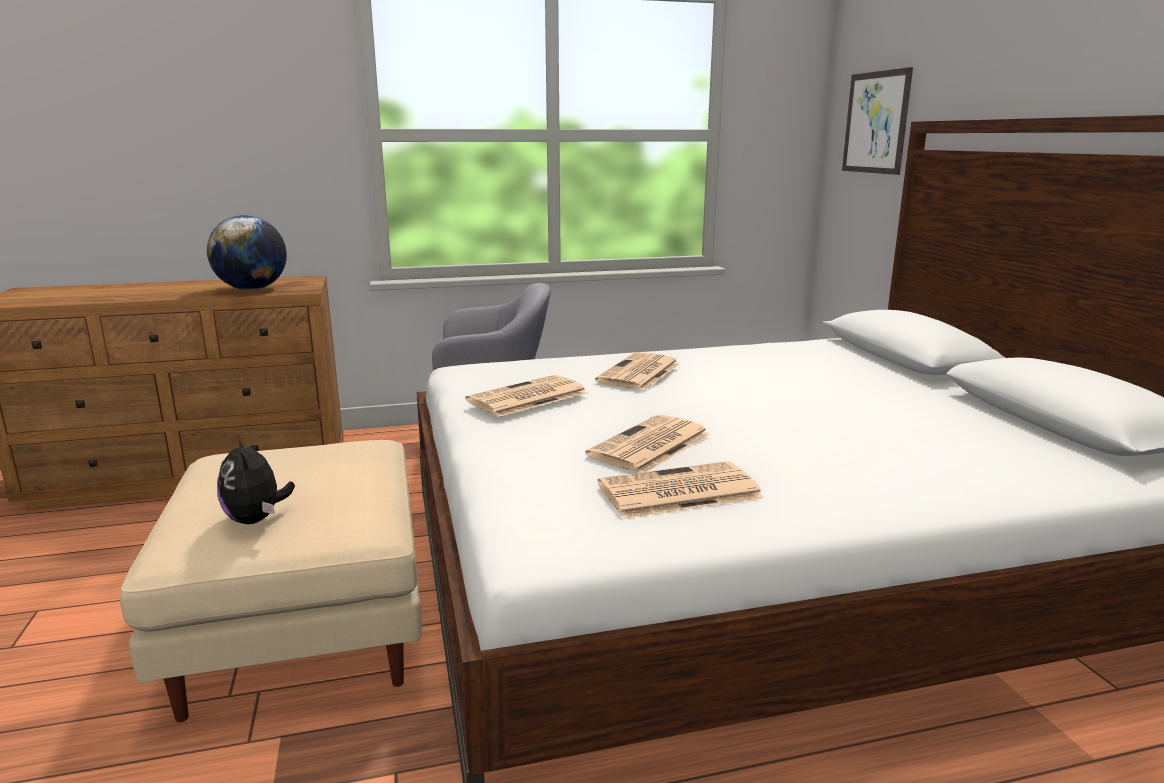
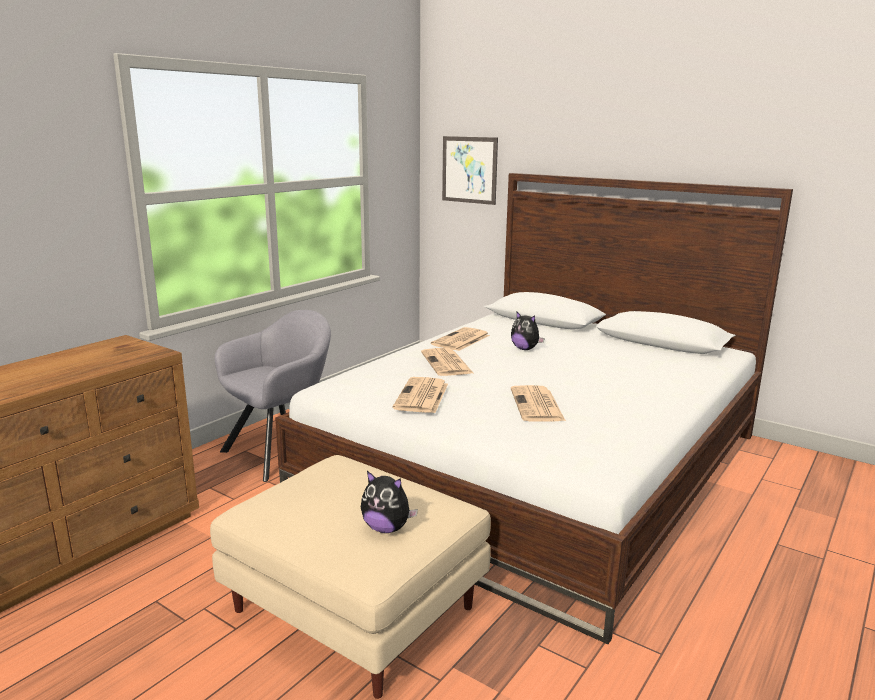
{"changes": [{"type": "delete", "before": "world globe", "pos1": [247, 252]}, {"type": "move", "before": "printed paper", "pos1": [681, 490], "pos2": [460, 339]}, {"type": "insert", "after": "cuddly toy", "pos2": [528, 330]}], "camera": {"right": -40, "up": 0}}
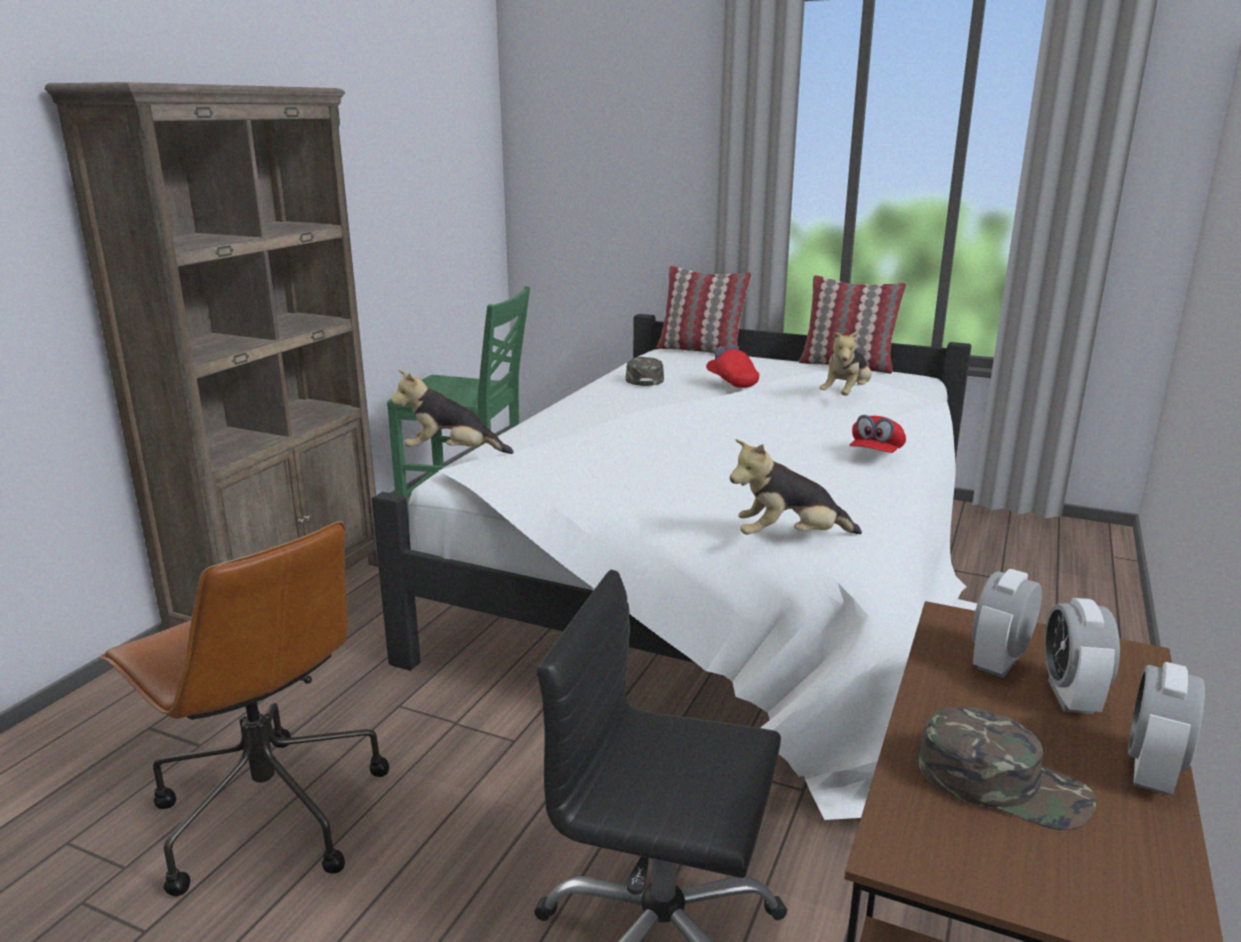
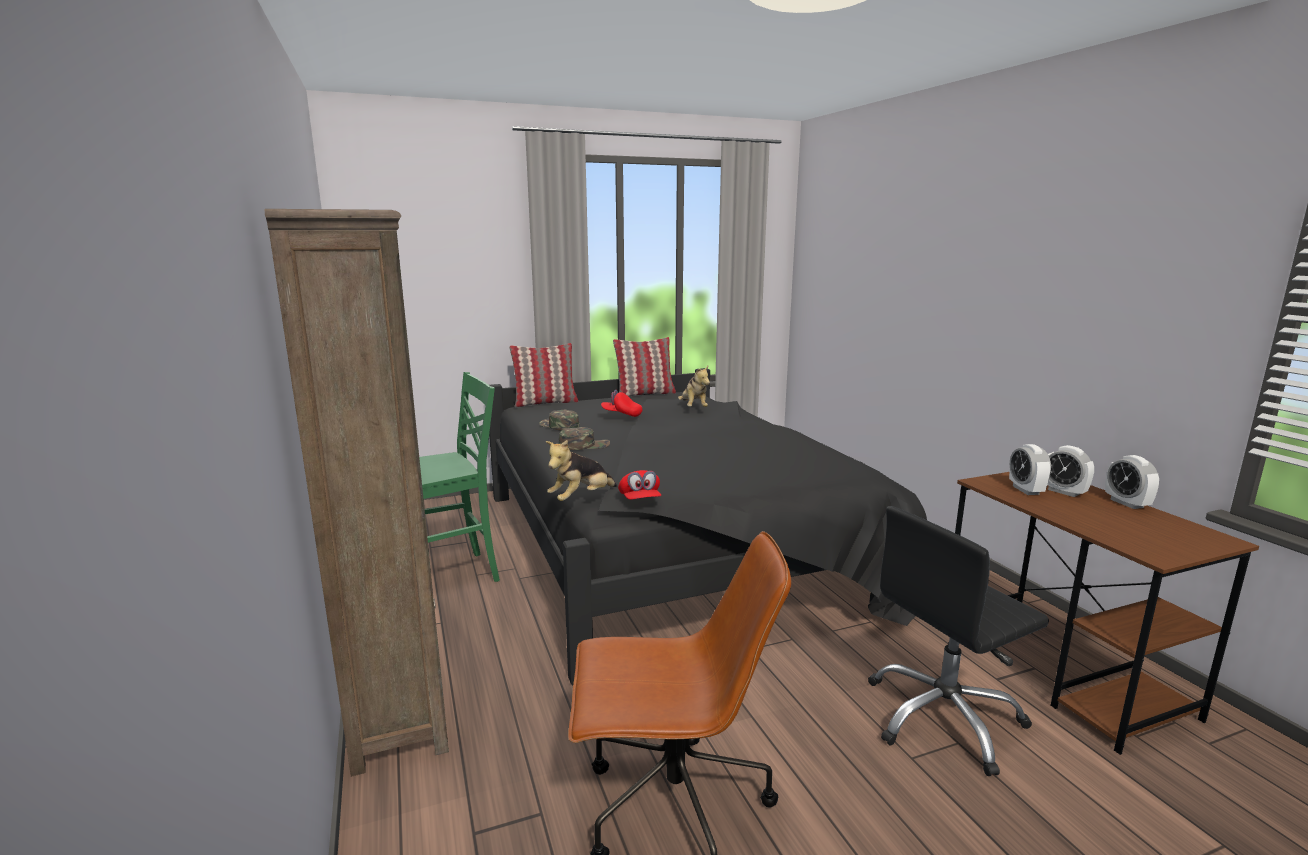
{"changes": [{"type": "recolor", "before": "bedroom bed in whitish", "after": "bedroom bed in blackish", "pos1": [674, 567], "pos2": [708, 526]}, {"type": "delete", "before": "cuddly toy", "pos1": [796, 487]}, {"type": "move", "before": "baseball cap in reddish", "pos1": [878, 434], "pos2": [639, 485]}, {"type": "move", "before": "baseball cap in greenish", "pos1": [1007, 768], "pos2": [584, 438]}], "camera": {"right": -45, "up": -5}}
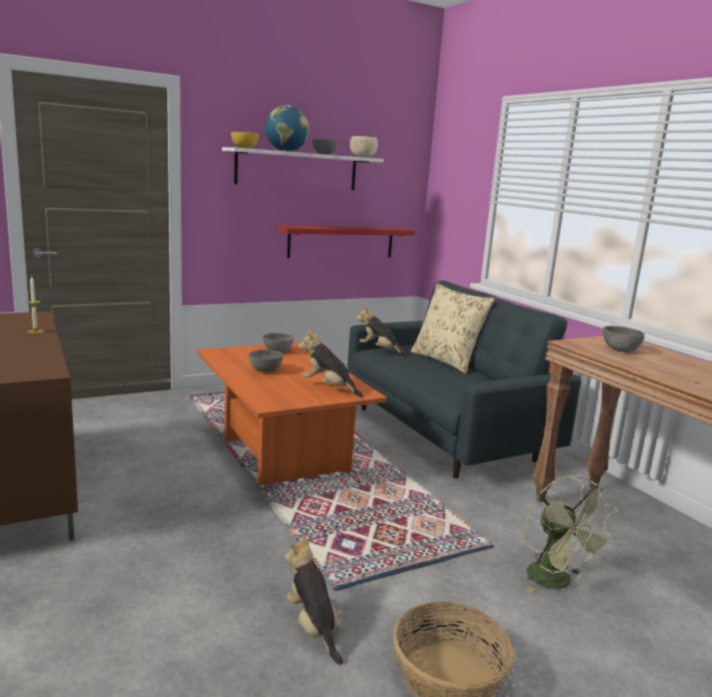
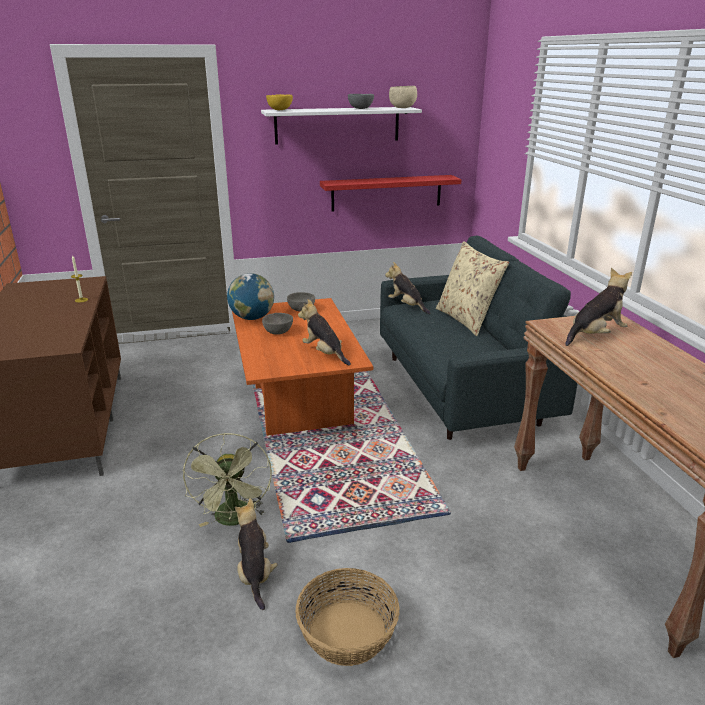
{"changes": [{"type": "move", "before": "world globe", "pos1": [287, 128], "pos2": [250, 296]}, {"type": "move", "before": "cooling fan in greenish", "pos1": [571, 534], "pos2": [227, 480]}, {"type": "replace", "before": "deep dish in gray", "after": "cuddly toy", "pos1": [624, 339], "pos2": [598, 307]}], "camera": {"right": 15, "up": 10}}
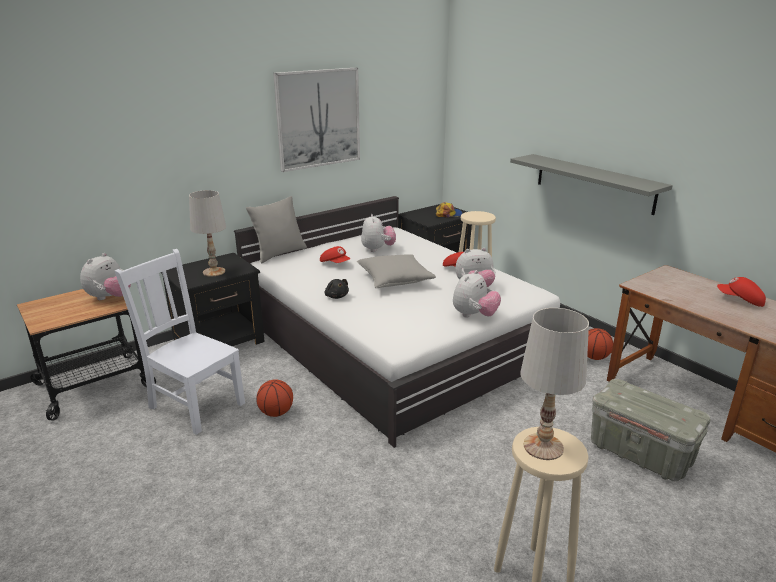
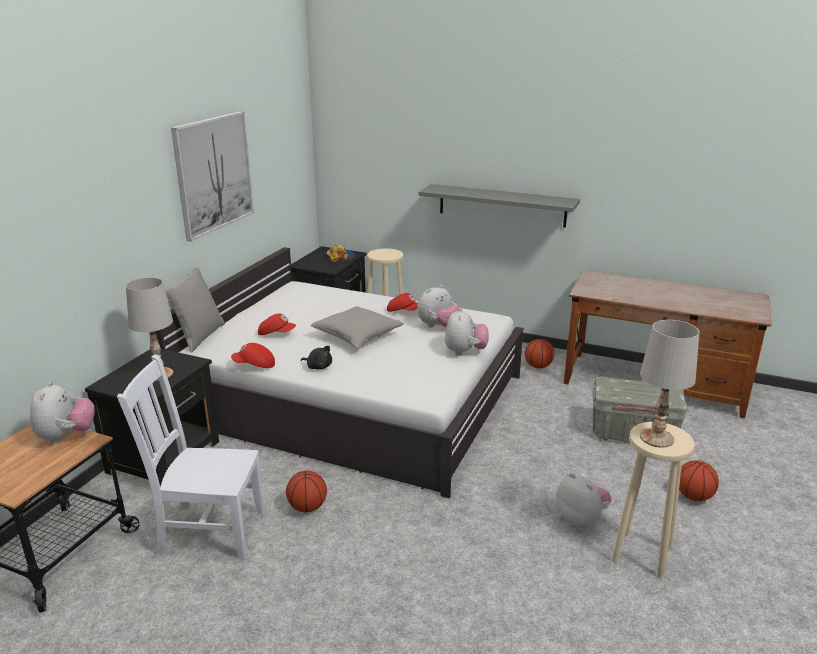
{"changes": [{"type": "move", "before": "cuddly toy", "pos1": [378, 233], "pos2": [583, 500]}, {"type": "move", "before": "baseball cap in reddish", "pos1": [741, 292], "pos2": [253, 355]}, {"type": "insert", "after": "ball for basketball", "pos2": [699, 480]}], "camera": {"right": -30, "up": 0}}
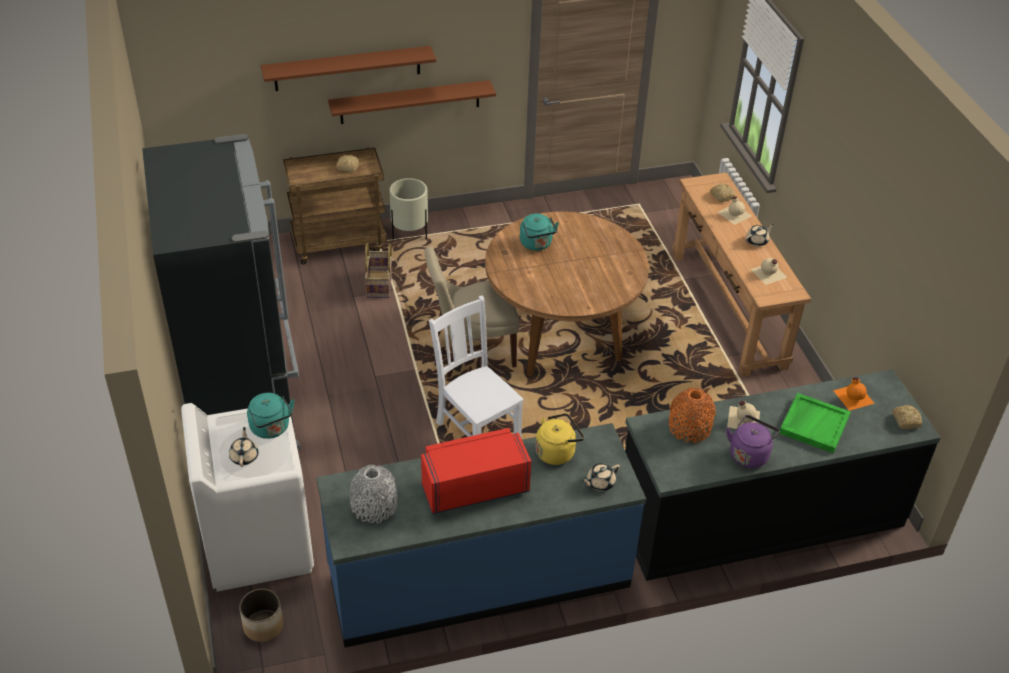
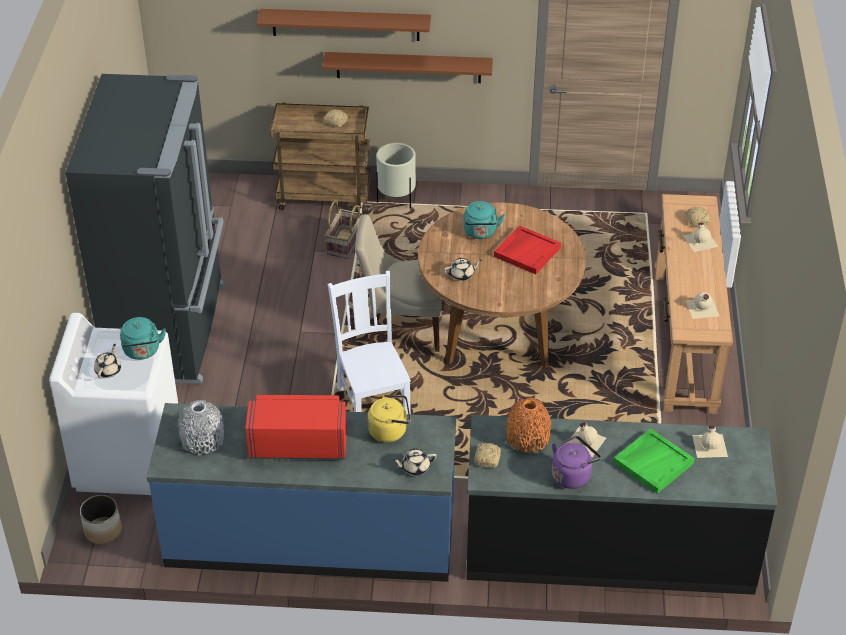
{"changes": [{"type": "move", "before": "pot for tea in sand-coloured", "pos1": [759, 235], "pos2": [463, 269]}, {"type": "recolor", "before": "drink bottle in orange", "after": "drink bottle in sand-coloured", "pos1": [854, 394], "pos2": [710, 442]}, {"type": "move", "before": "bread", "pos1": [907, 417], "pos2": [487, 455]}, {"type": "insert", "after": "serving tray in reddish", "pos2": [527, 249]}], "camera": {"right": 20, "up": 0}}
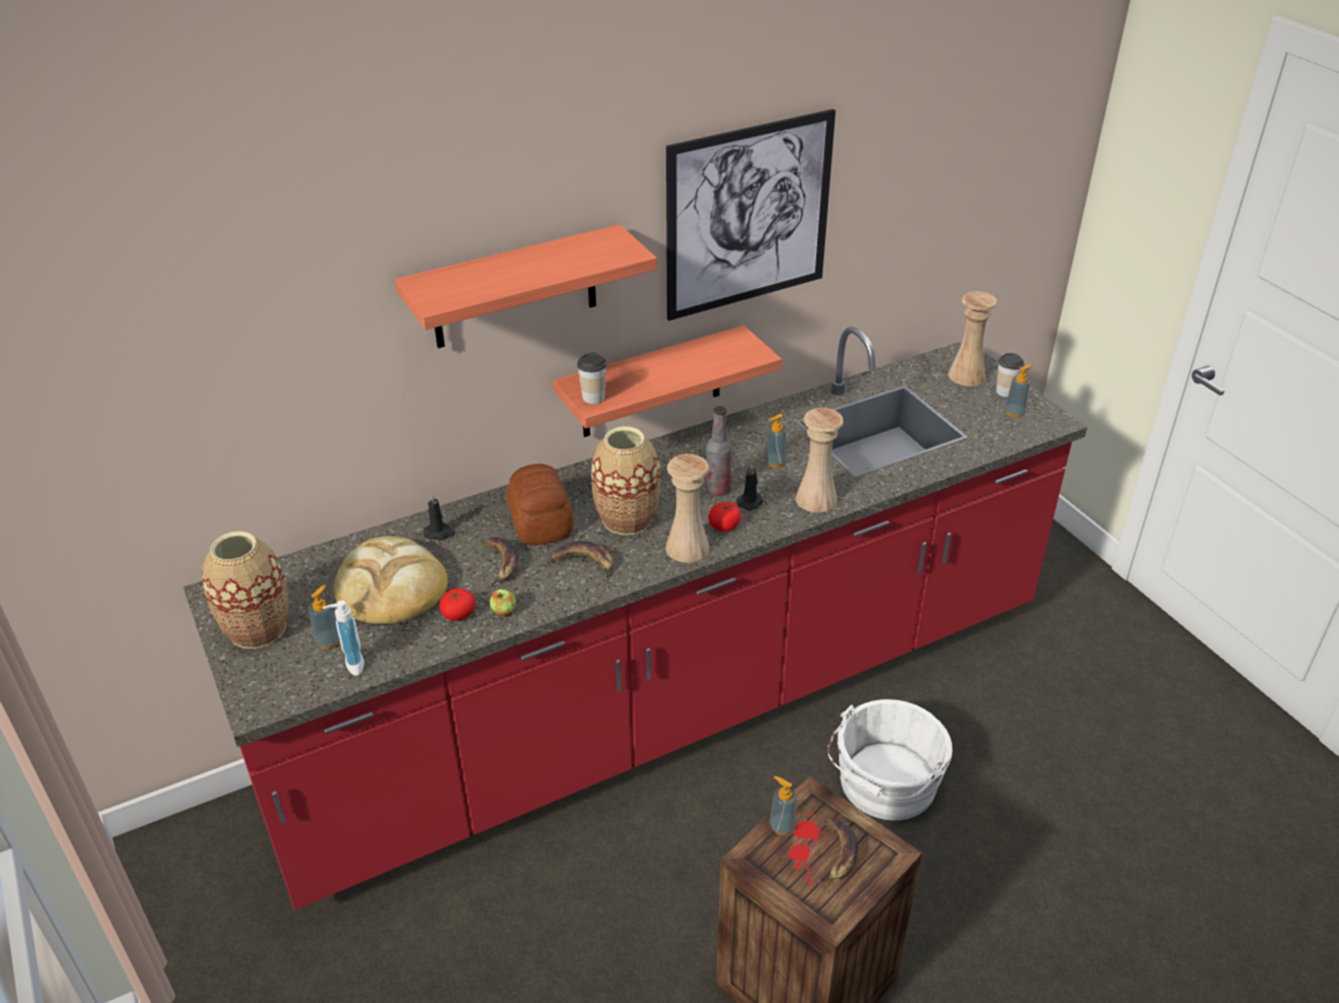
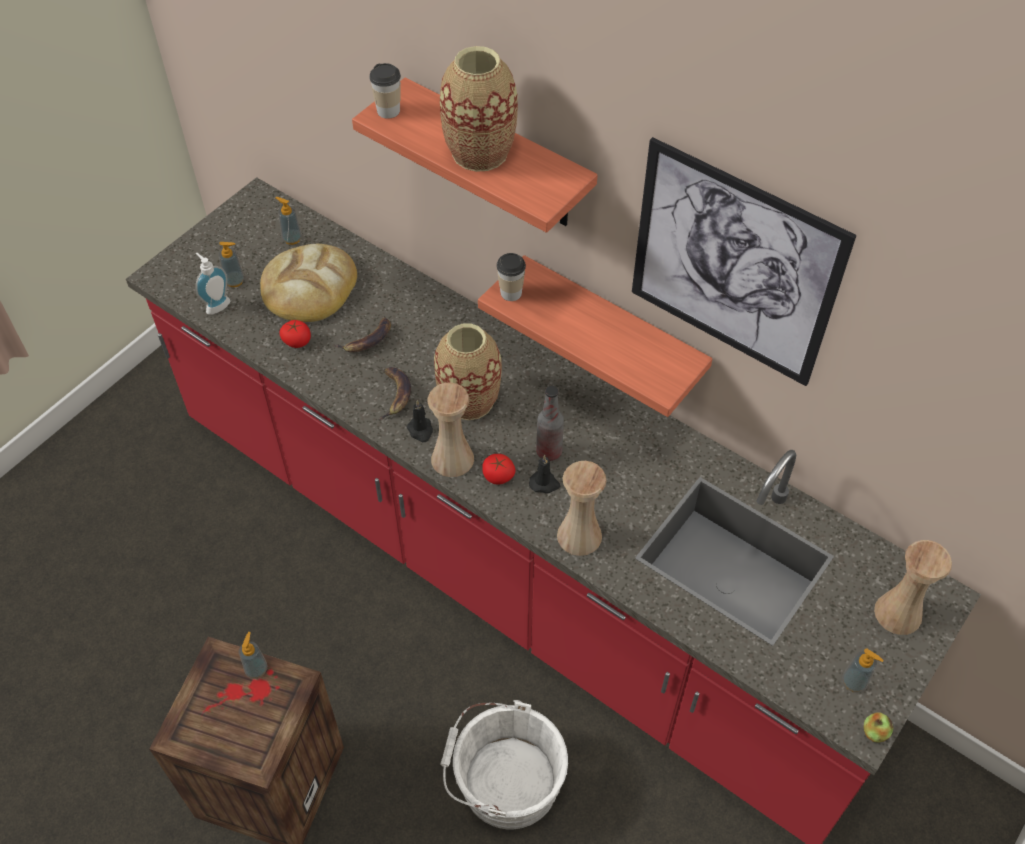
{"changes": [{"type": "move", "before": "decorative vase", "pos1": [245, 590], "pos2": [479, 109]}, {"type": "move", "before": "wax light in blackish", "pos1": [439, 517], "pos2": [420, 421]}, {"type": "move", "before": "apple", "pos1": [503, 603], "pos2": [878, 727]}, {"type": "delete", "before": "bread", "pos1": [540, 504]}, {"type": "move", "before": "soap dispenser", "pos1": [775, 441], "pos2": [288, 221]}, {"type": "delete", "before": "banana", "pos1": [836, 850]}, {"type": "move", "before": "cup", "pos1": [1010, 375], "pos2": [385, 91]}], "camera": {"right": 65, "up": 15}}
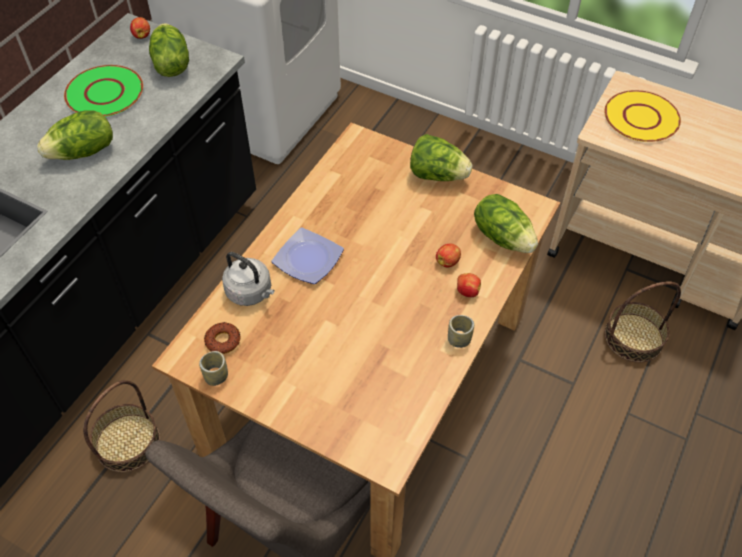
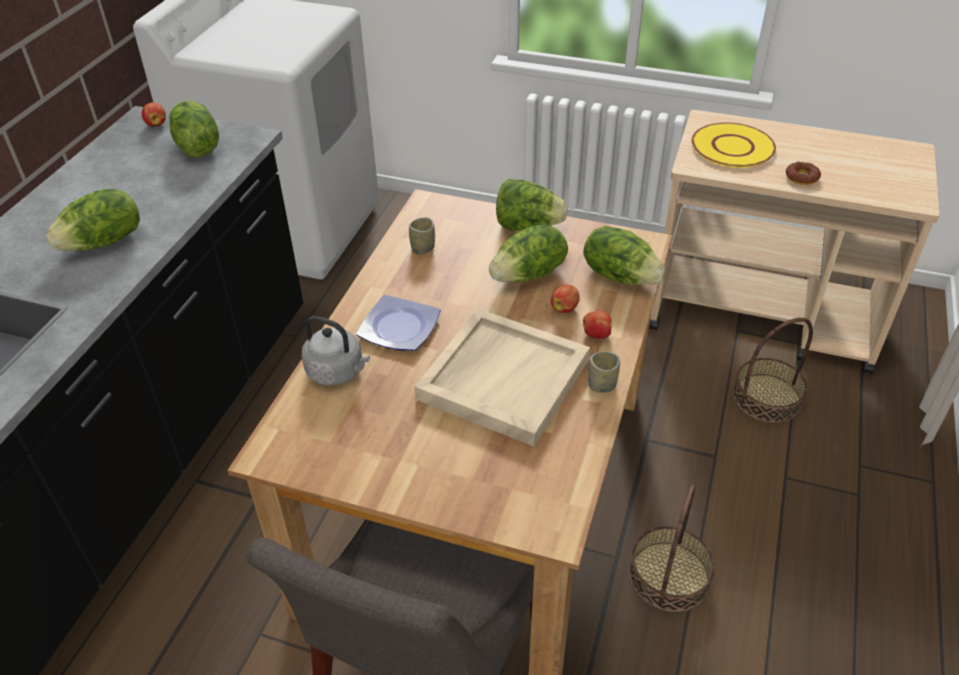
{"changes": [{"type": "delete", "before": "plate in greenish", "pos1": [103, 91]}, {"type": "move", "before": "storage basket", "pos1": [121, 426], "pos2": [672, 548]}, {"type": "move", "before": "cup", "pos1": [213, 368], "pos2": [422, 236]}, {"type": "move", "before": "doughnut", "pos1": [222, 338], "pos2": [803, 173]}, {"type": "insert", "after": "serving tray in sand-coloured", "pos2": [502, 377]}, {"type": "insert", "after": "lettuce head", "pos2": [528, 253]}], "camera": {"right": -10, "up": -10}}
